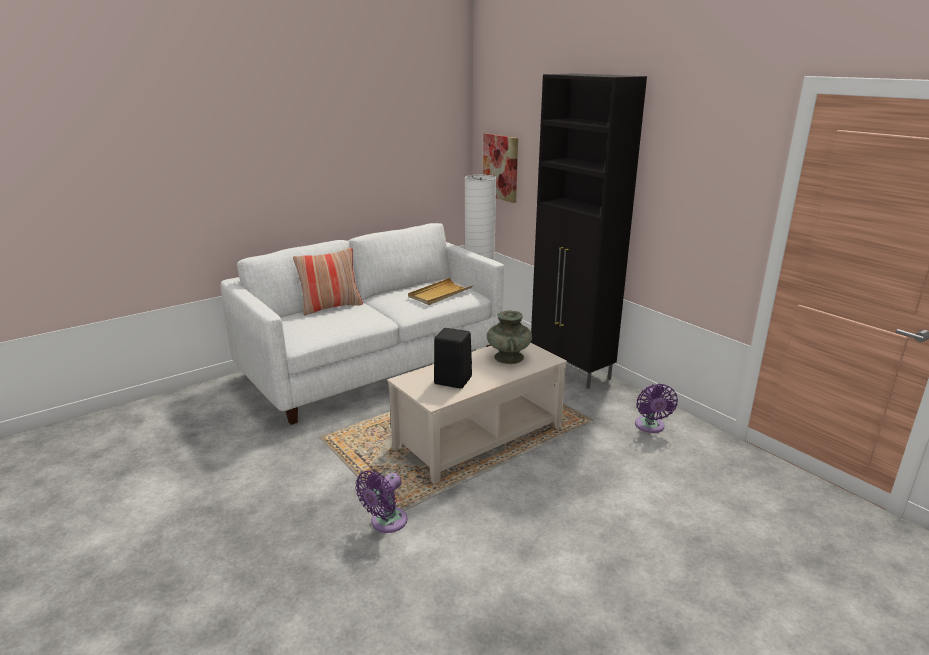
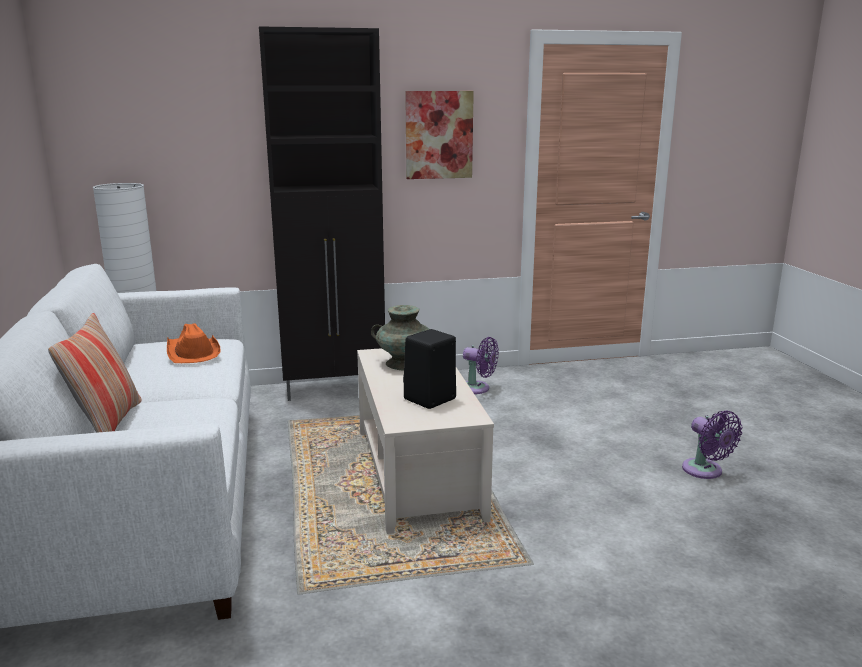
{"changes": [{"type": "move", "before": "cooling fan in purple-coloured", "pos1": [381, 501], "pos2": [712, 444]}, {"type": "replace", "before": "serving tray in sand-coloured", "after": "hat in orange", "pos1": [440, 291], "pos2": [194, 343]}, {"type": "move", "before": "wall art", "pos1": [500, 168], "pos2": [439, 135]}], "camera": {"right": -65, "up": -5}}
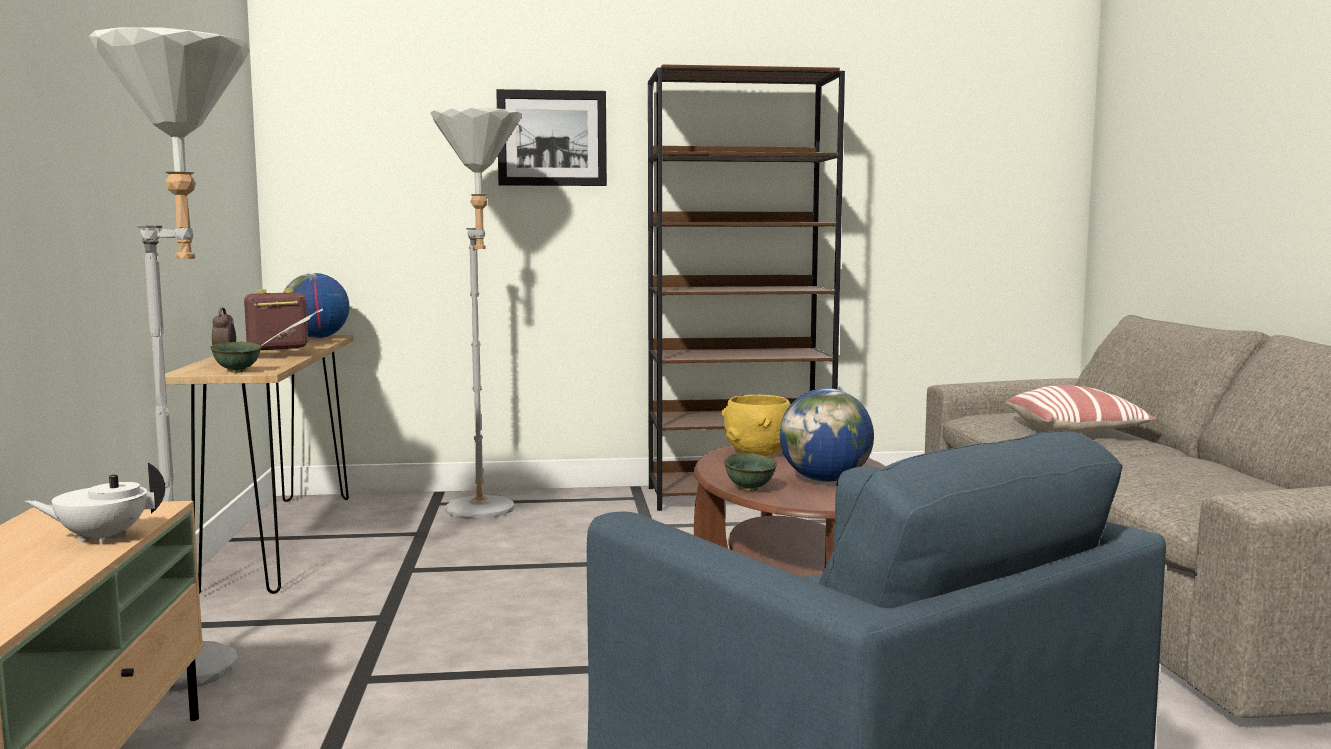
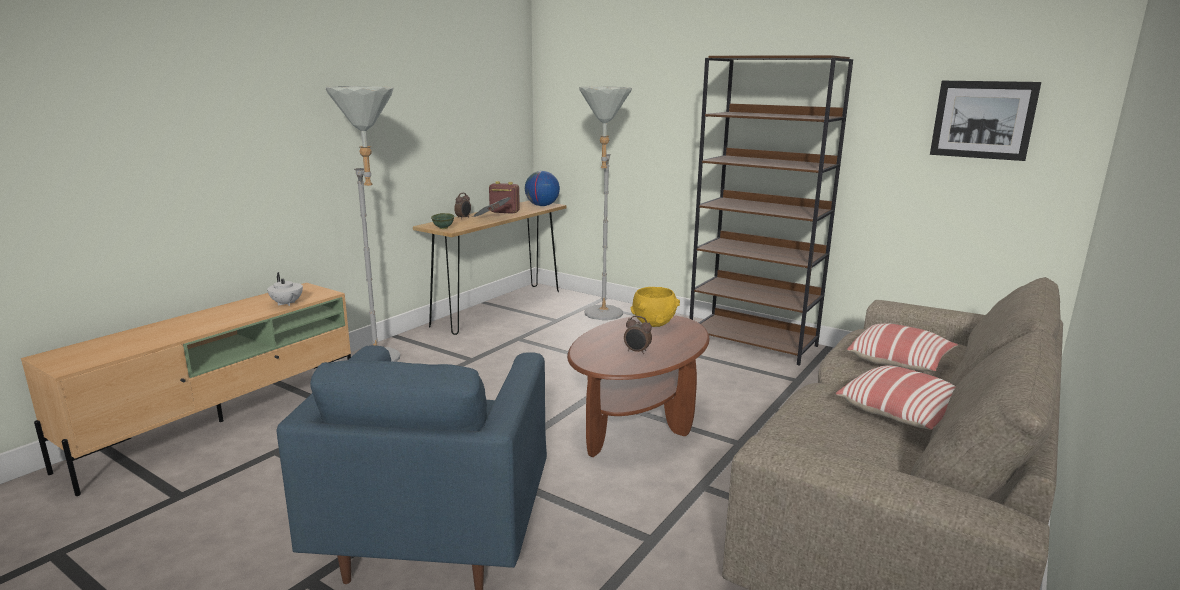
{"changes": [{"type": "rotate", "before": "pot for tea in whitish", "pos1": [94, 503], "pos2": [285, 289], "turn": -150}, {"type": "move", "before": "wall art", "pos1": [551, 137], "pos2": [985, 121]}, {"type": "delete", "before": "deep dish in greenish", "pos1": [750, 472]}, {"type": "replace", "before": "world globe", "after": "bedside clock", "pos1": [827, 435], "pos2": [638, 335]}, {"type": "insert", "after": "pillow", "pos2": [896, 397]}], "camera": {"right": 40, "up": 10}}
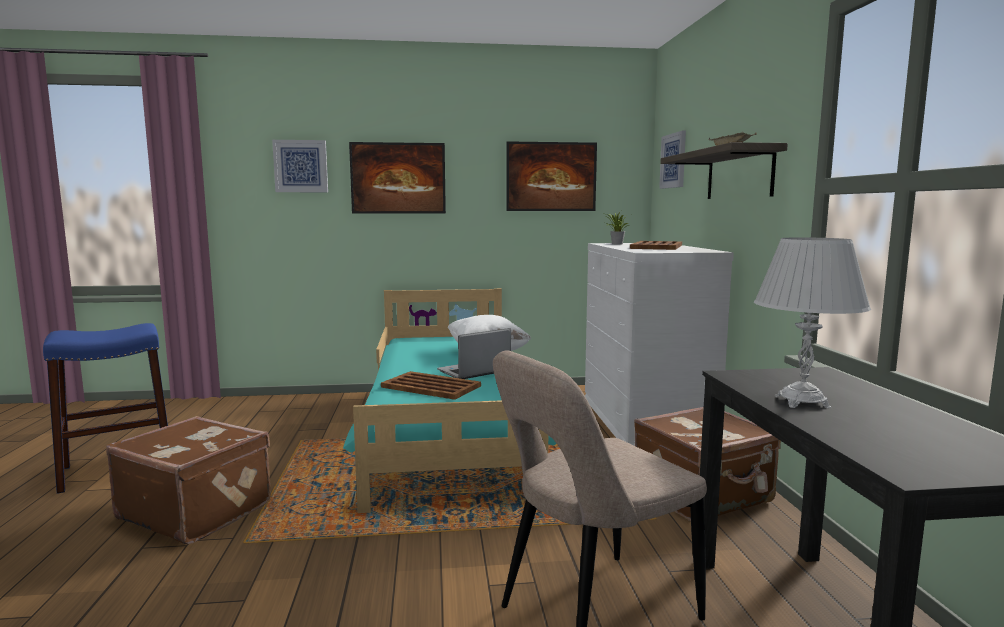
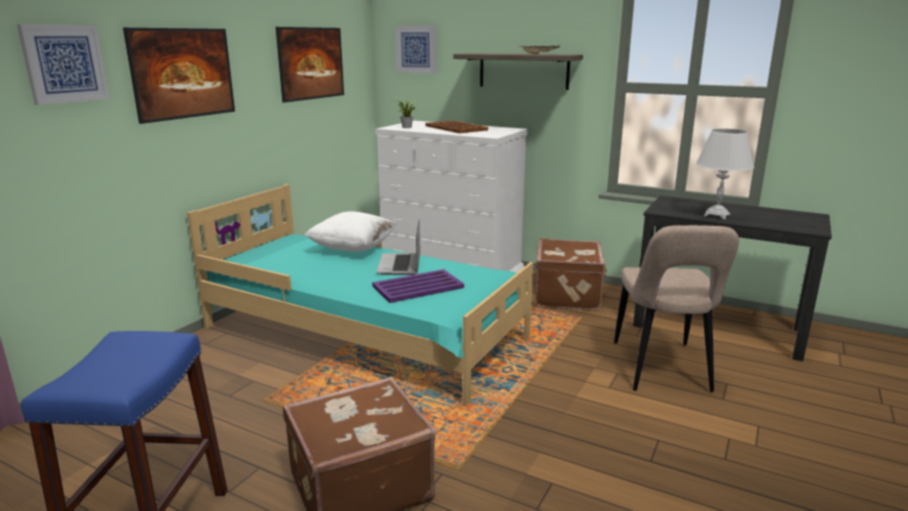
{"changes": [{"type": "recolor", "before": "serving tray in brownish", "after": "serving tray in purple-coloured", "pos1": [431, 385], "pos2": [418, 286]}], "camera": {"right": -55, "up": 10}}
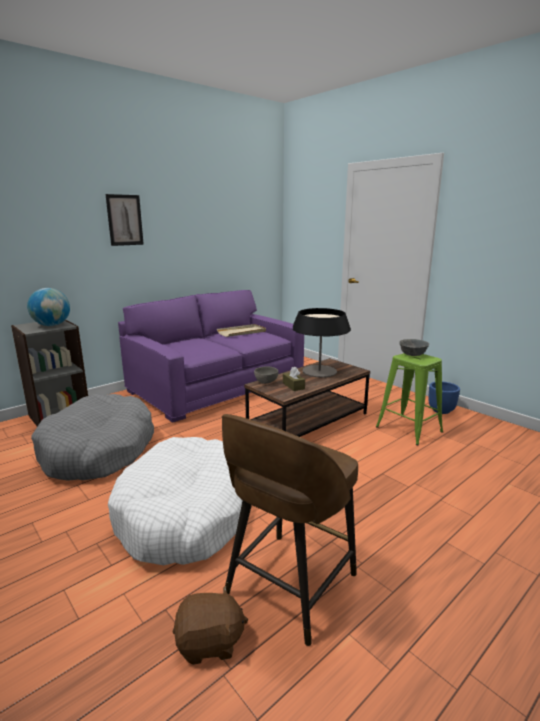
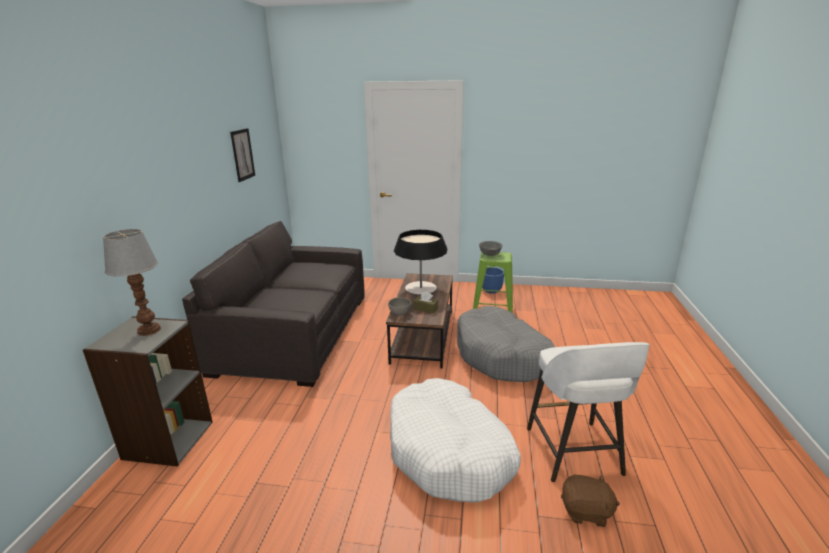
{"changes": [{"type": "replace", "before": "world globe", "after": "lamp for a table", "pos1": [48, 307], "pos2": [132, 282]}, {"type": "move", "before": "dog bed in gray", "pos1": [92, 437], "pos2": [506, 344]}, {"type": "move", "before": "wall art", "pos1": [125, 220], "pos2": [242, 155]}, {"type": "recolor", "before": "sofa in purple-coloured", "after": "sofa in gray", "pos1": [211, 356], "pos2": [273, 304]}, {"type": "rotate", "before": "cuddly toy in brownish", "pos1": [210, 625], "pos2": [590, 501], "turn": 60}, {"type": "delete", "before": "serving tray in sand-coloured", "pos1": [241, 330]}, {"type": "recolor", "before": "stool seat in brownish", "after": "stool seat in whitish", "pos1": [290, 530], "pos2": [588, 412]}], "camera": {"right": -40, "up": 5}}
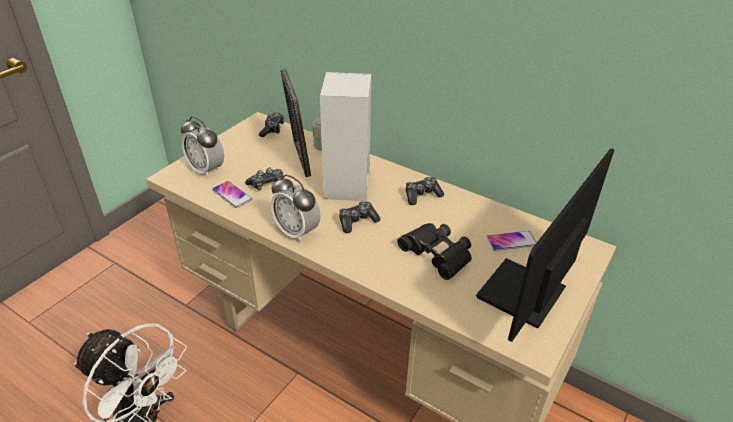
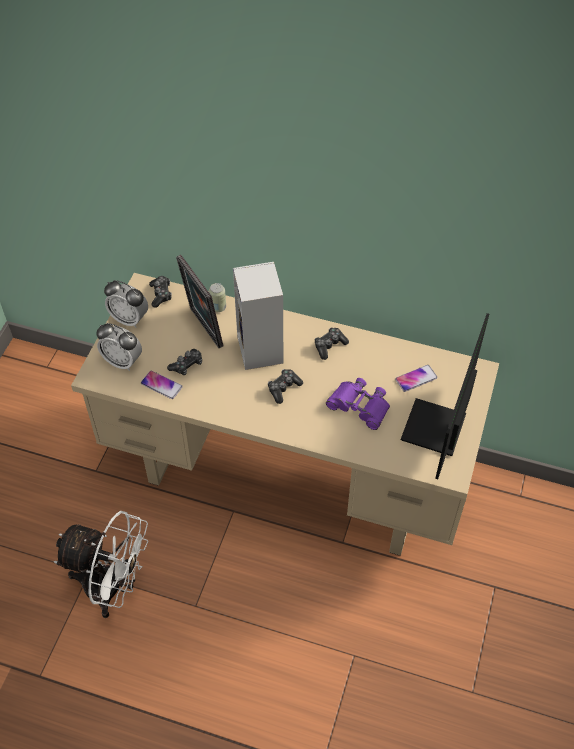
{"changes": [{"type": "move", "before": "bedside clock", "pos1": [296, 209], "pos2": [126, 304]}, {"type": "recolor", "before": "binoculars in blackish", "after": "binoculars in purple-coloured", "pos1": [434, 251], "pos2": [358, 404]}], "camera": {"right": -15, "up": 15}}
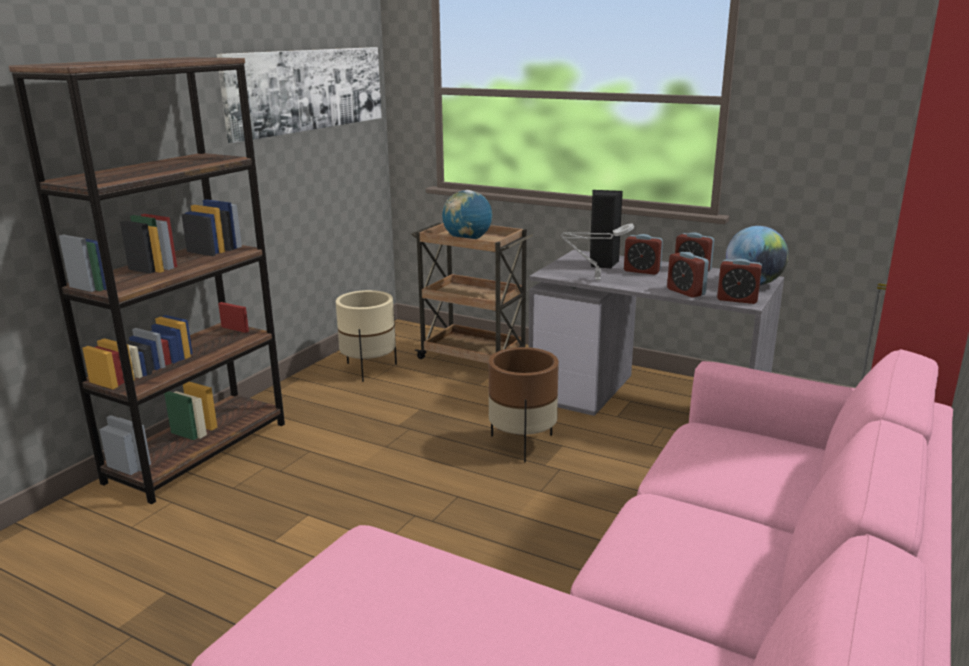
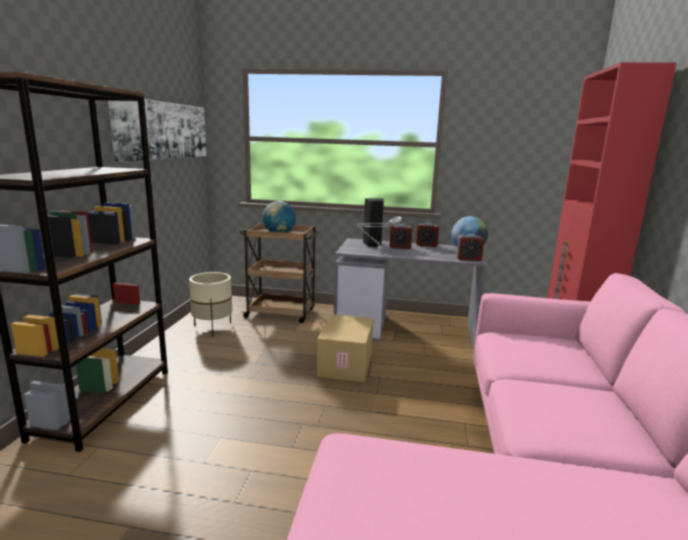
{"changes": [{"type": "replace", "before": "flower pot in brownish", "after": "carton", "pos1": [524, 405], "pos2": [345, 348]}, {"type": "delete", "before": "bedside clock", "pos1": [688, 275]}], "camera": {"right": -20, "up": -5}}
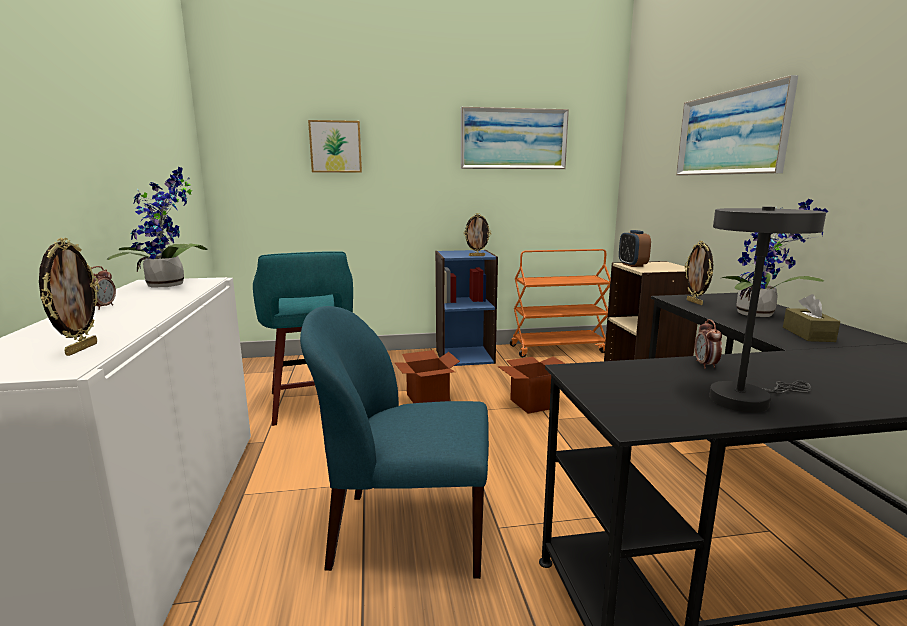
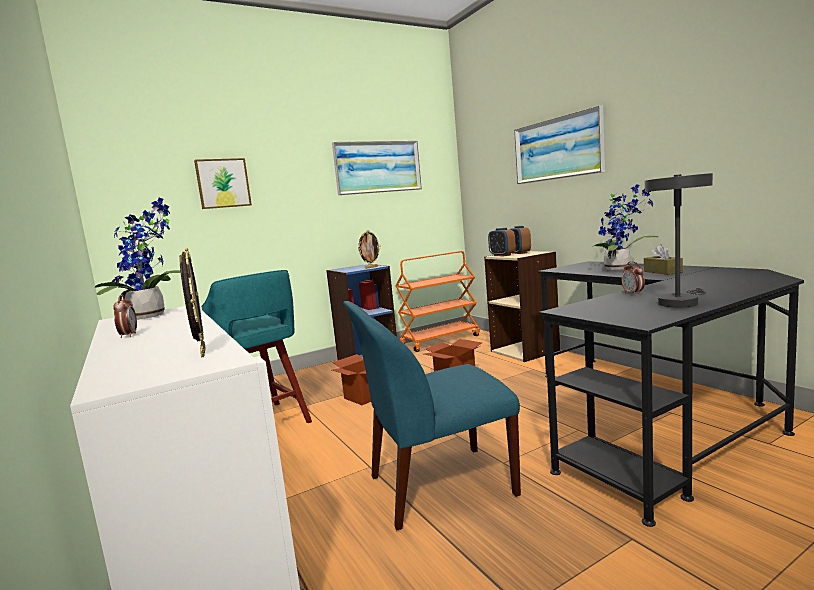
{"changes": [{"type": "delete", "before": "picture frame", "pos1": [699, 273]}, {"type": "insert", "after": "bedside clock", "pos2": [520, 240]}], "camera": {"right": -20, "up": -5}}
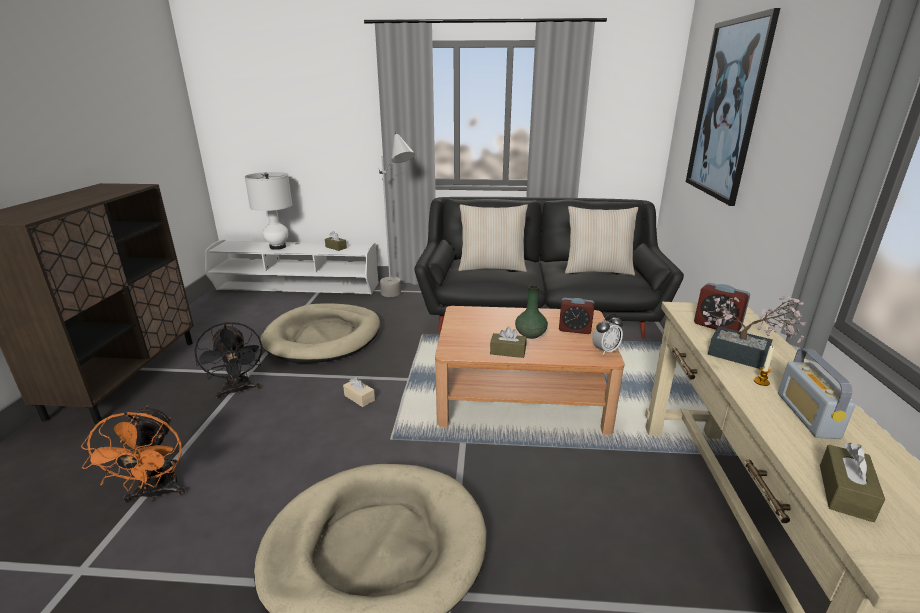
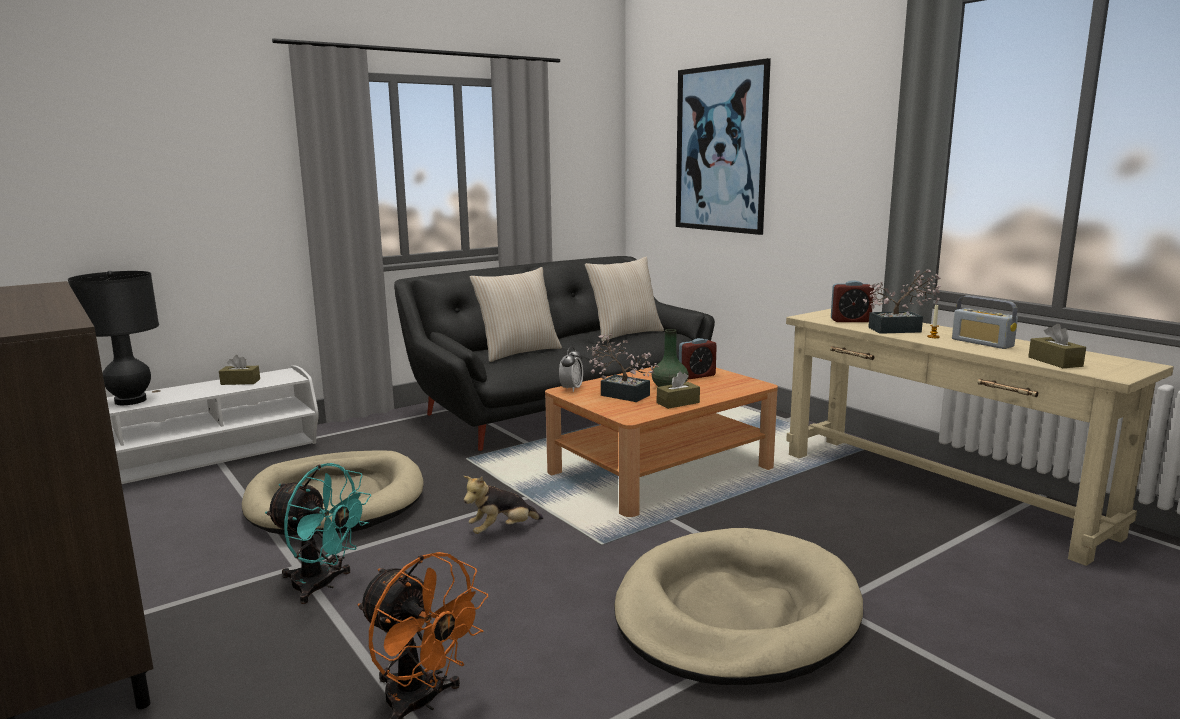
{"changes": [{"type": "recolor", "before": "cooling fan in blackish", "after": "cooling fan in turquoise", "pos1": [228, 360], "pos2": [318, 533]}, {"type": "recolor", "before": "lamp for a table in whitish", "after": "lamp for a table in blackish", "pos1": [268, 211], "pos2": [113, 338]}, {"type": "replace", "before": "tissue holder in sand-coloured", "after": "cuddly toy", "pos1": [359, 392], "pos2": [503, 505]}, {"type": "delete", "before": "standard lamp in gray", "pos1": [397, 214]}, {"type": "move", "before": "bedside clock", "pos1": [607, 334], "pos2": [571, 369]}, {"type": "insert", "after": "plant in a pot", "pos2": [622, 368]}], "camera": {"right": -40, "up": -10}}
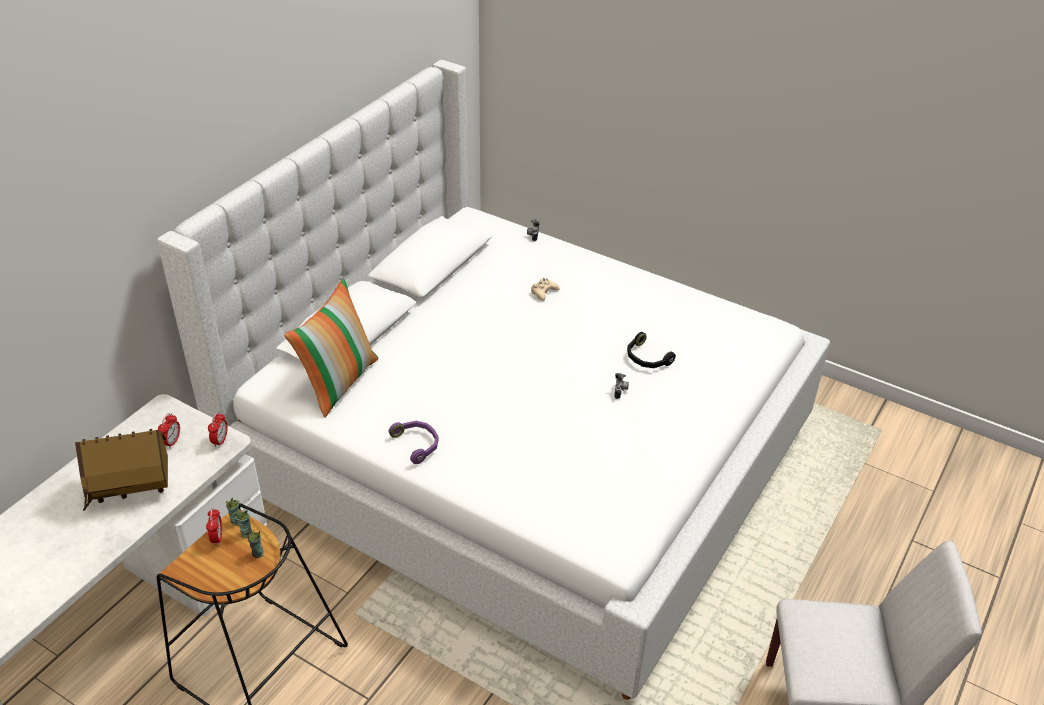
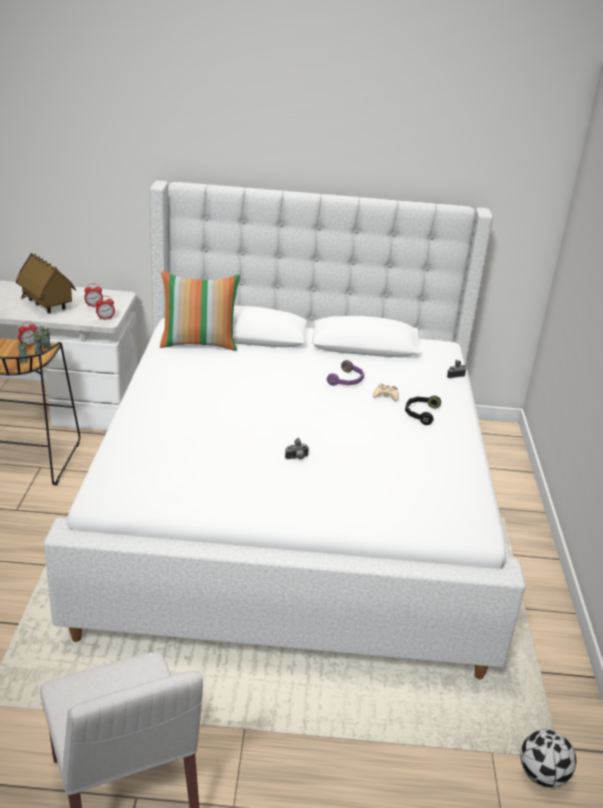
{"changes": [{"type": "move", "before": "headphones in purple-coloured", "pos1": [414, 442], "pos2": [345, 373]}, {"type": "move", "before": "headphones in blackish", "pos1": [651, 350], "pos2": [423, 410]}, {"type": "insert", "after": "ball for football", "pos2": [548, 758]}], "camera": {"right": 60, "up": -10}}
